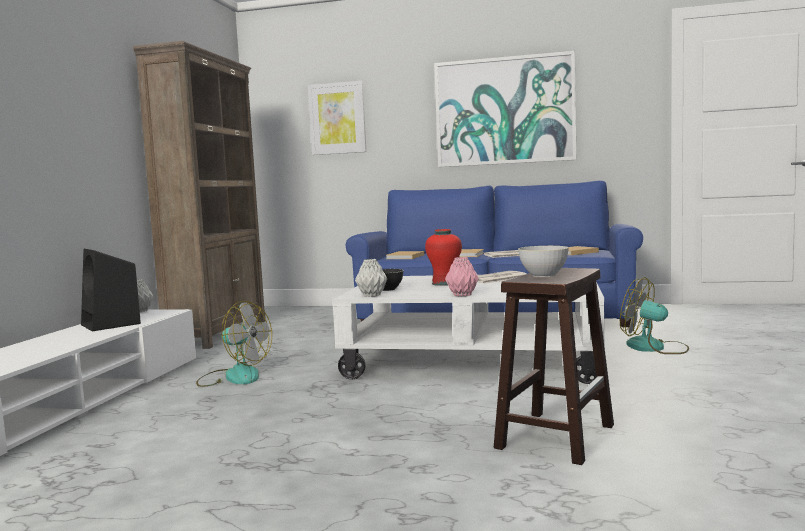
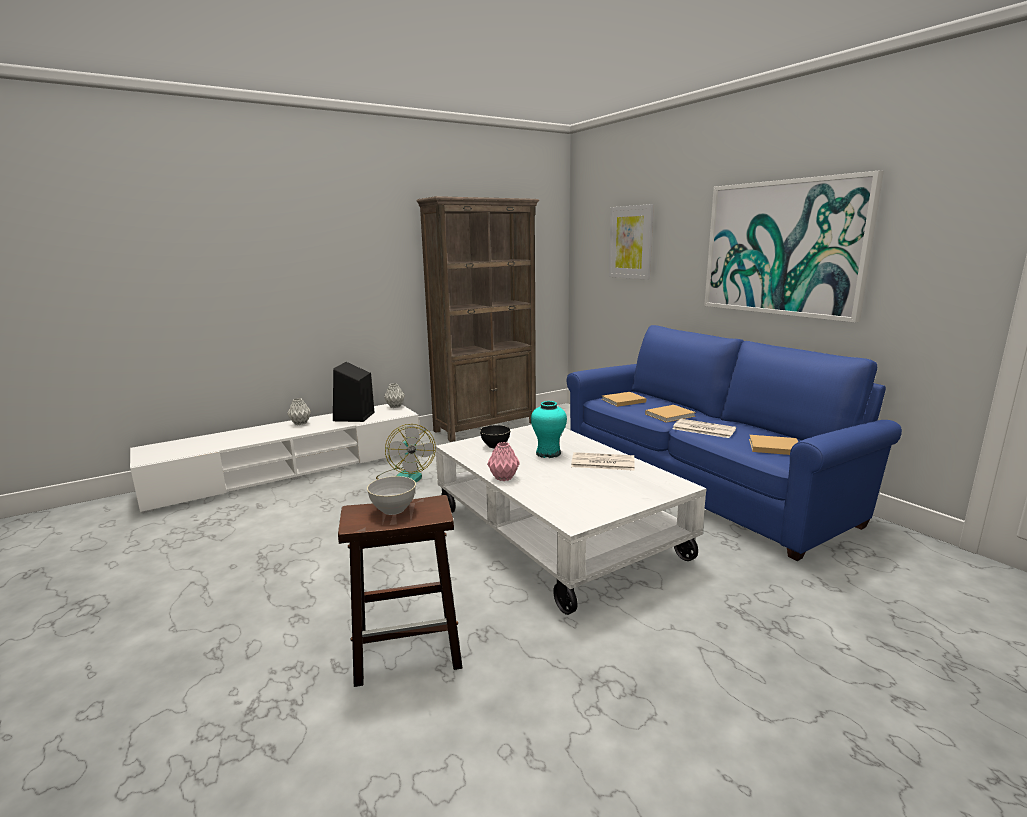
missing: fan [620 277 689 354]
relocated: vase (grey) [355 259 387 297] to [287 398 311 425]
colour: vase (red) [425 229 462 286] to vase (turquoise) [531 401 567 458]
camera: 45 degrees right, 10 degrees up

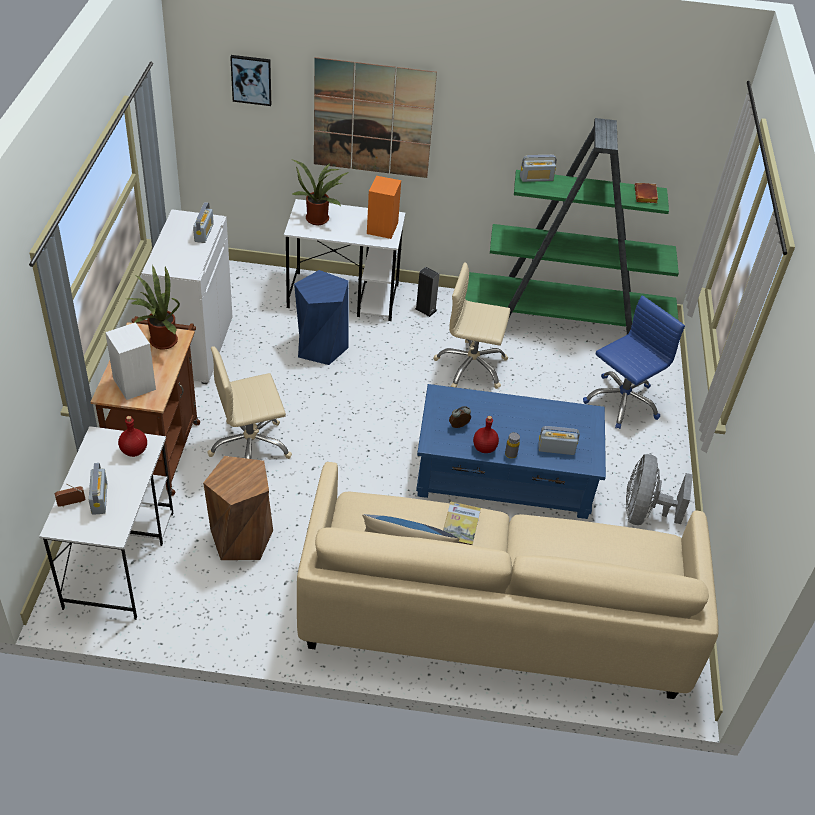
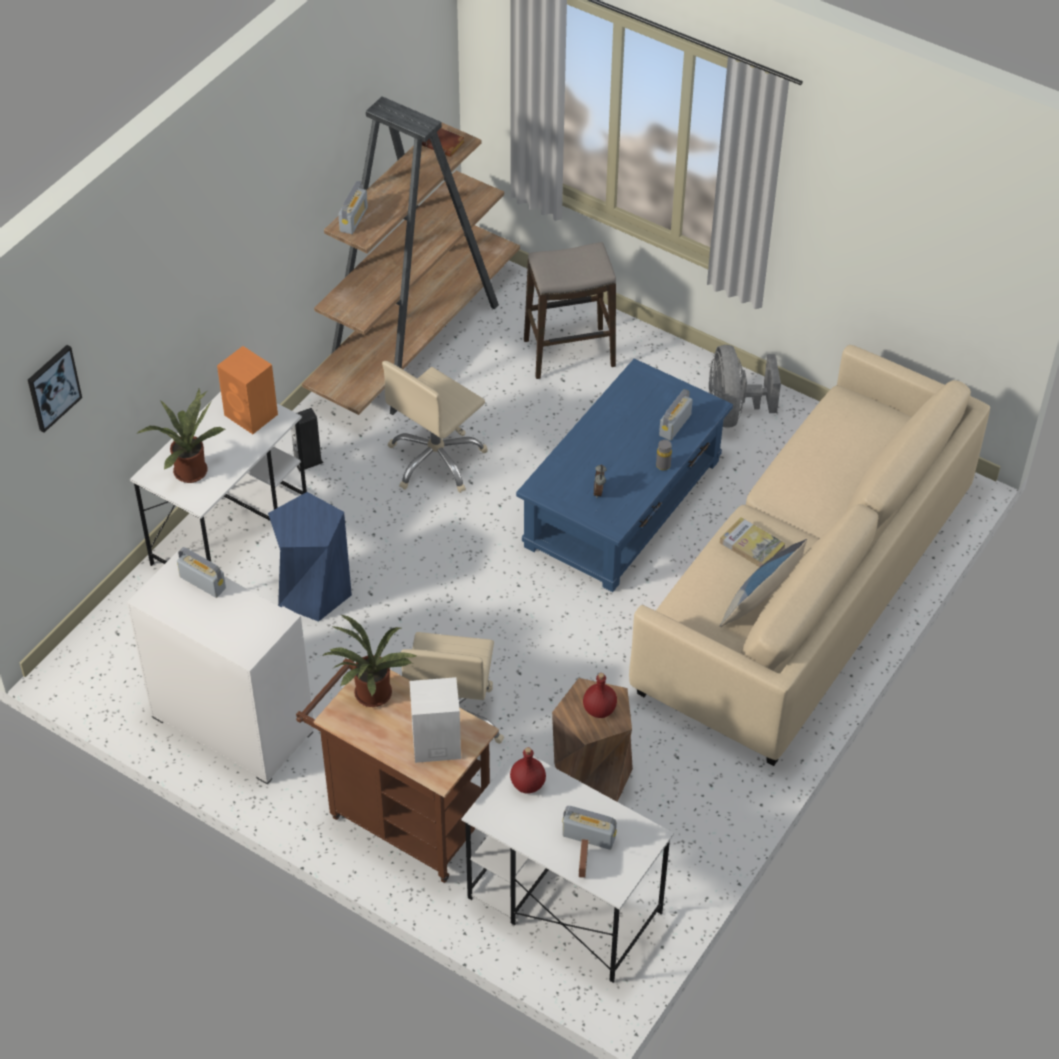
missing: picture [314 57 437 178]
relocated: bottle (red) [473 416 499 453] to [583 673 617 718]
exchanged: office chair (blue) [583 295 685 429] to stool [524 242 616 379]
colour: bookcase (green) [465 118 679 334] to bookcase (brown) [302 96 520 415]
spun: fan (grey) [626 454 693 525] = [709 345 781 428] 45 degrees clockwise
camera: 60 degrees left, 5 degrees up

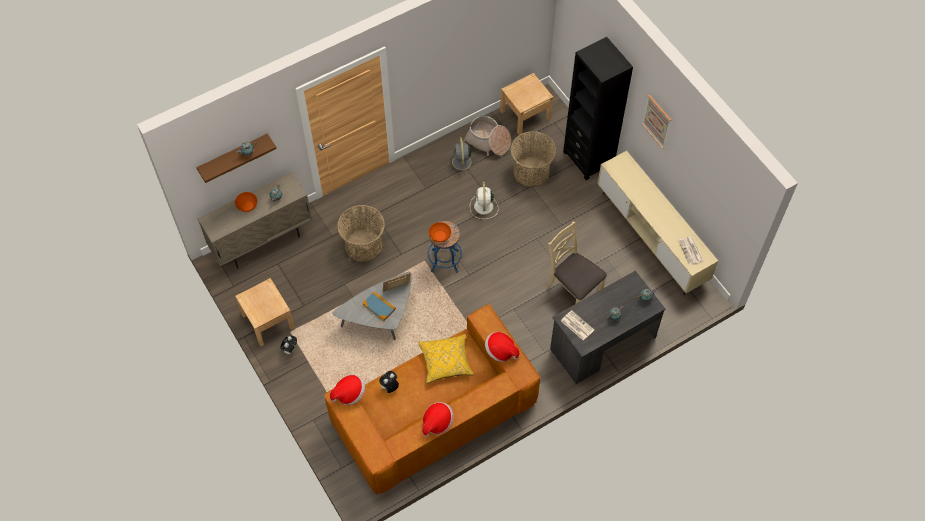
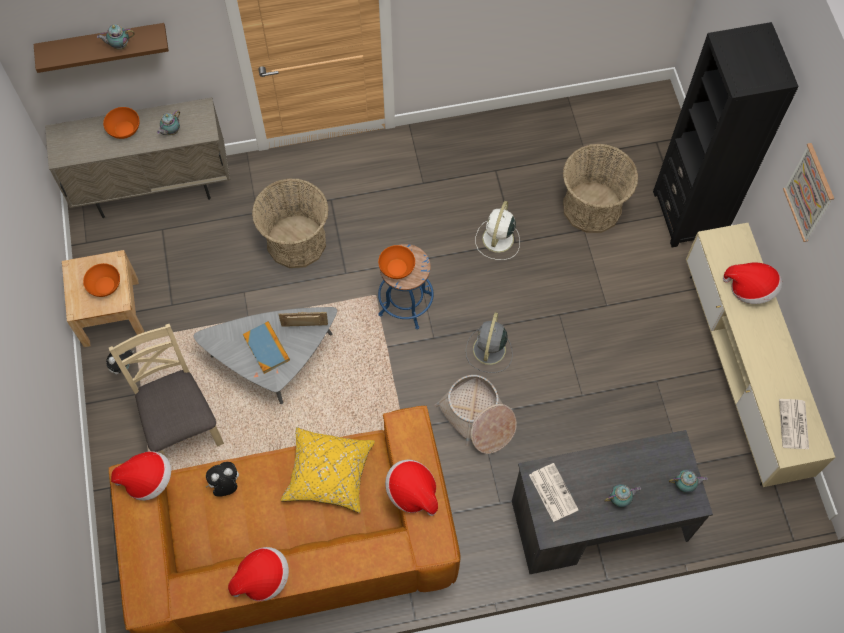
missing: nightstand (beige) [500 73 553 135]
appeared: bowl (orange) [83 263 120 297]; hat [723 262 782 304]
relocated: chair (beige) [546 221 607 304] to [109 324 224 465]; basket [463 116 511 156] to [434 375 517 454]; fan (grey) [448 137 476 174] to [466 312 513 373]
camera: 20 degrees right, 5 degrees up

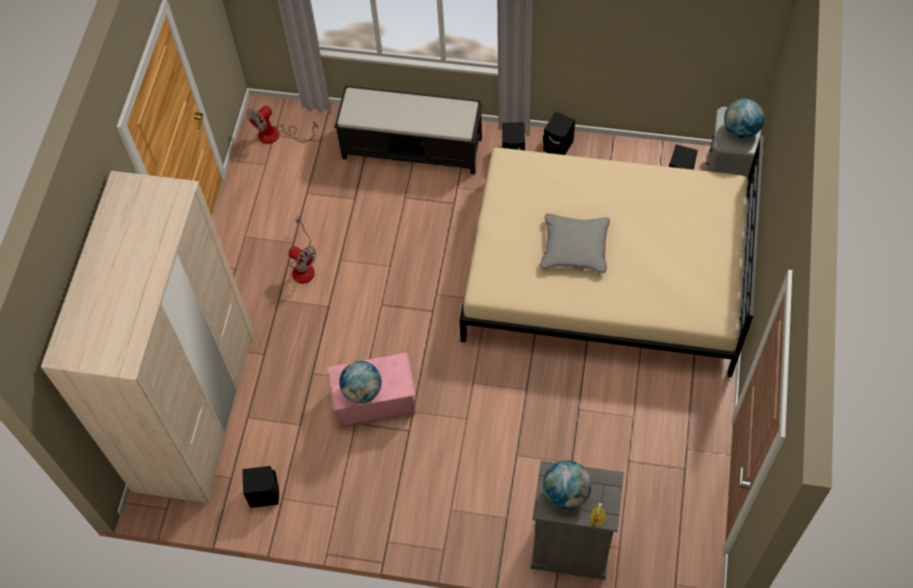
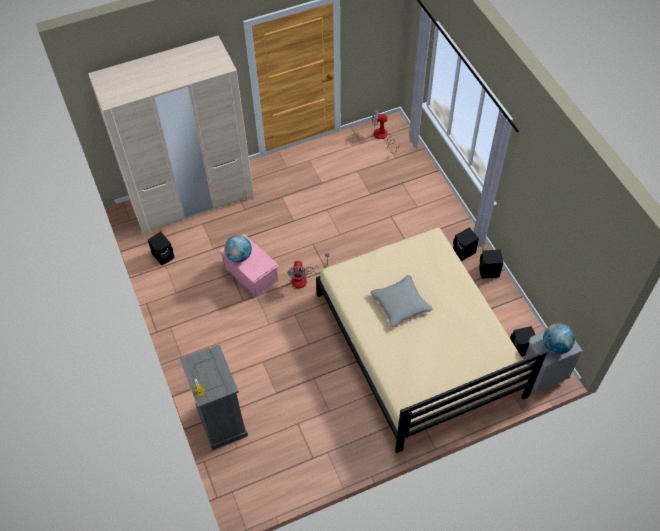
missing: bench (black) [334 85 483 174]; globe [543 461 592 509]
relocated: fan [289 216 316 283] to [288 253 329 288]
camera: 55 degrees right, 5 degrees down

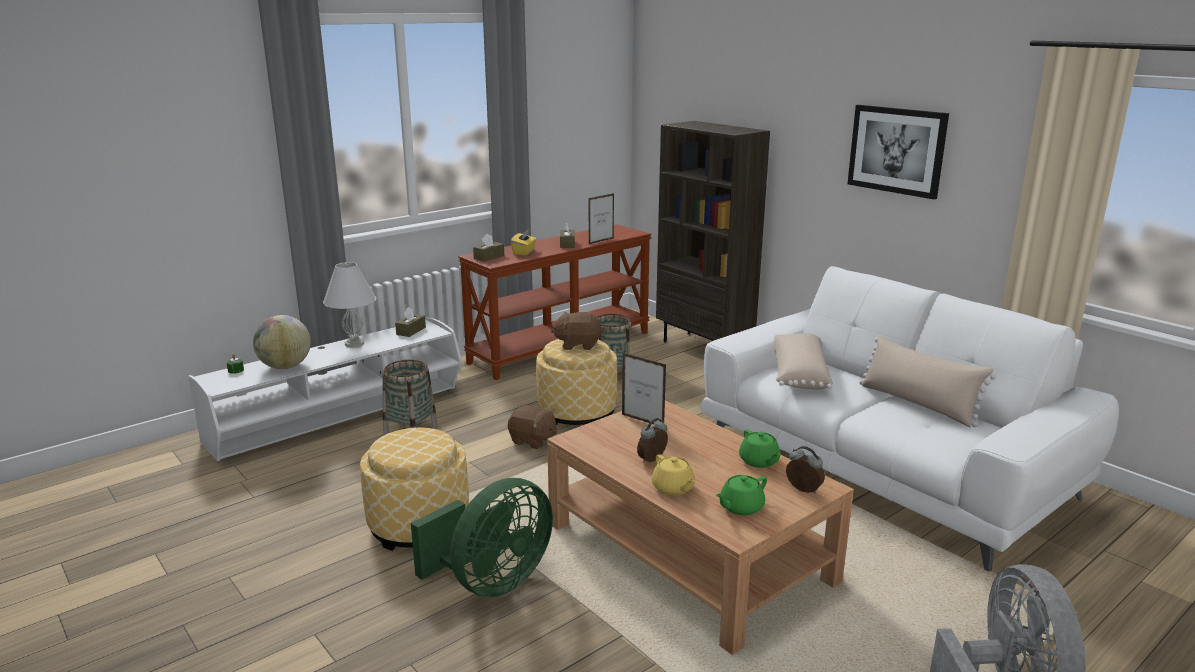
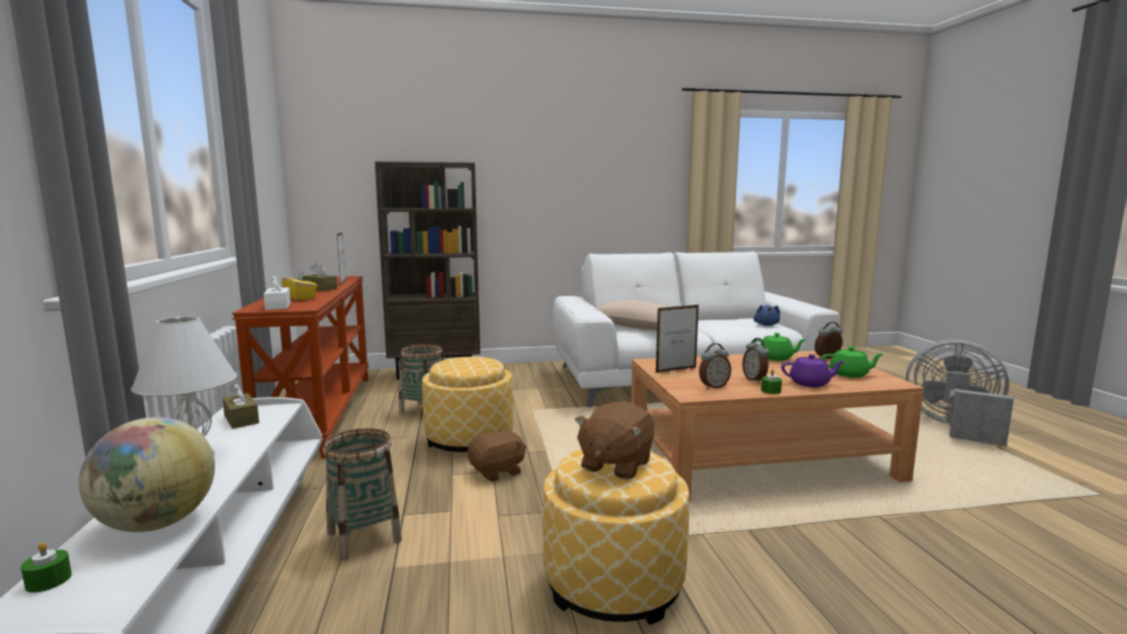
missing: fan (green) [411 478 553 597]; picture [847 105 949 199]; pillow (beige) [859 335 996 427]
appeared: alarm clock [699 343 731 389]; plush toy (blue) [754 305 780 326]; candle (green) [761 369 782 394]
relocated: plush toy (brown) [551 312 602 350] to [575 401 654 480]
colour: tissue box (brown) [473 234 504 262] to tissue box (white) [264 275 291 310]; teapot (yellow) [652 455 695 495] to teapot (purple) [781 354 845 387]
spun: teapot (green) [716 475 767 516] = [822 346 883 378] 75 degrees counterclockwise
camera: 60 degrees left, 10 degrees down

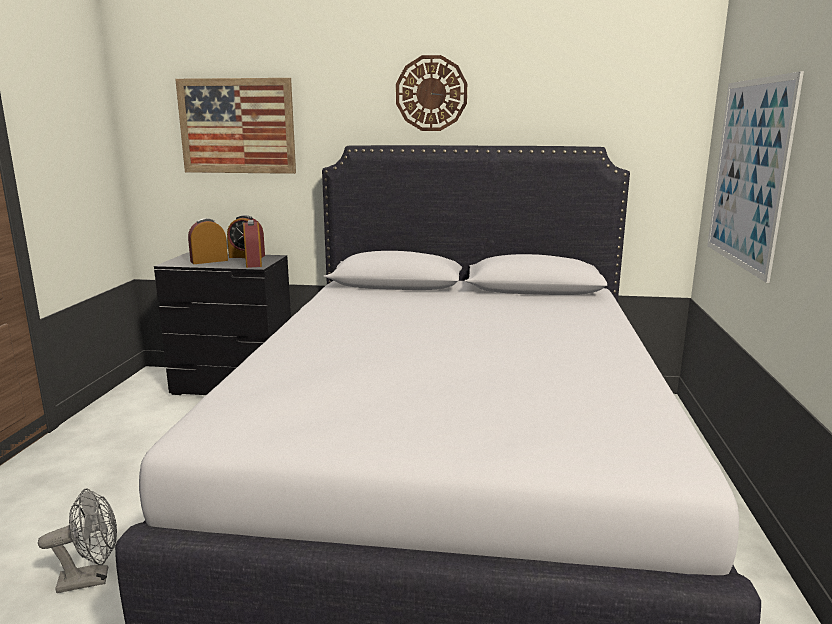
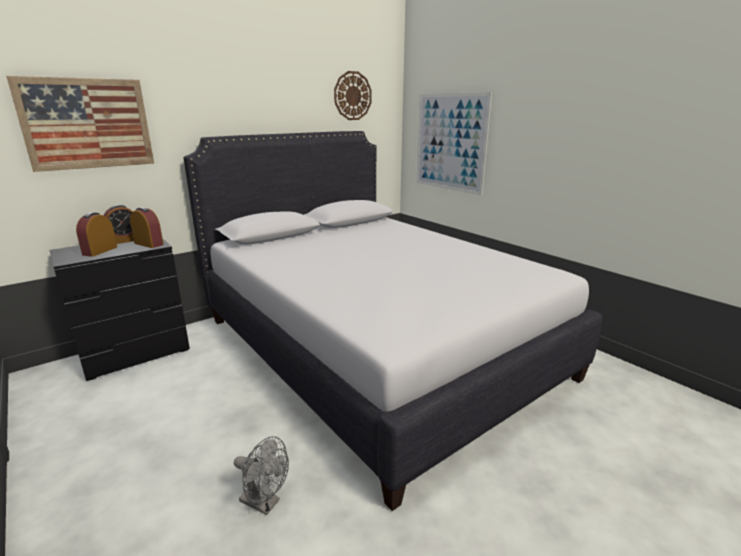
relocated: wall clock [396 55 467 131] to [334 71 372 120]
spun: fan (grey) [38 489 117 593] = [234 436 289 515] 90 degrees clockwise
camera: 45 degrees left, 5 degrees up

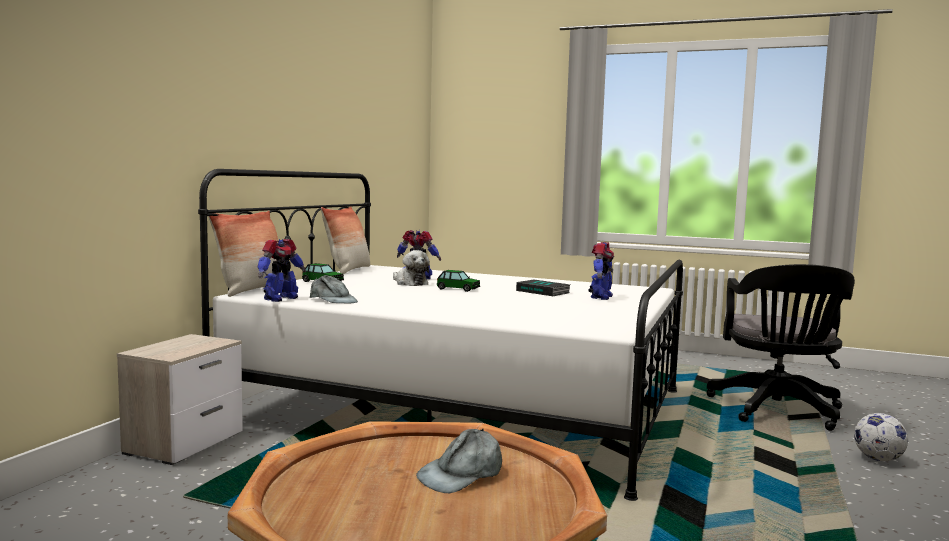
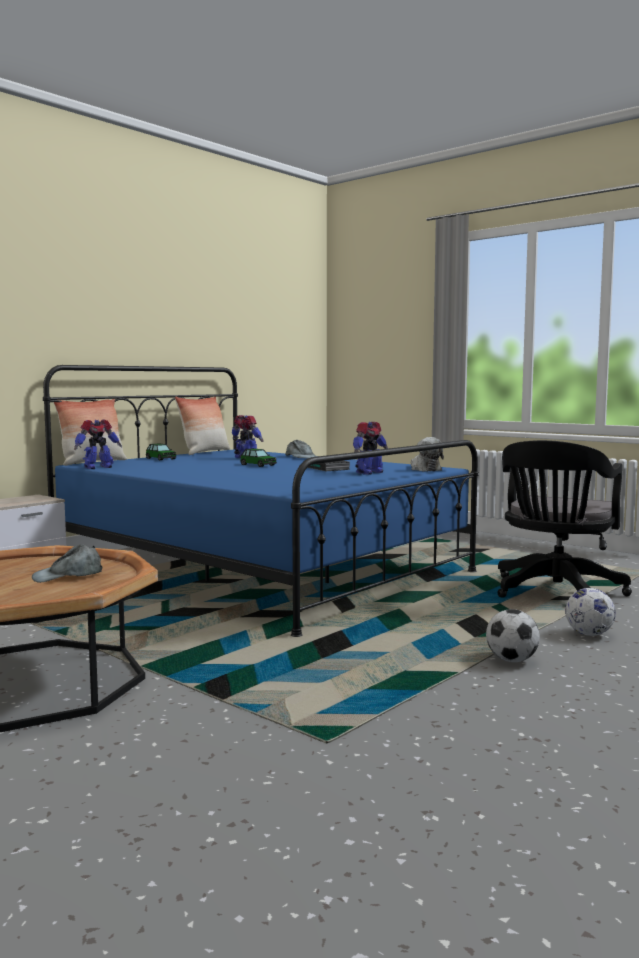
appeared: football [486 609 540 662]
relocated: cap (grey) [310 275 358 304] to [286 440 316 458]; plush toy [393 250 430 286] to [411 437 444 471]
colour: bed (white) [198 169 683 501] to bed (blue) [43 365 479 637]
camera: 20 degrees right, 0 degrees up

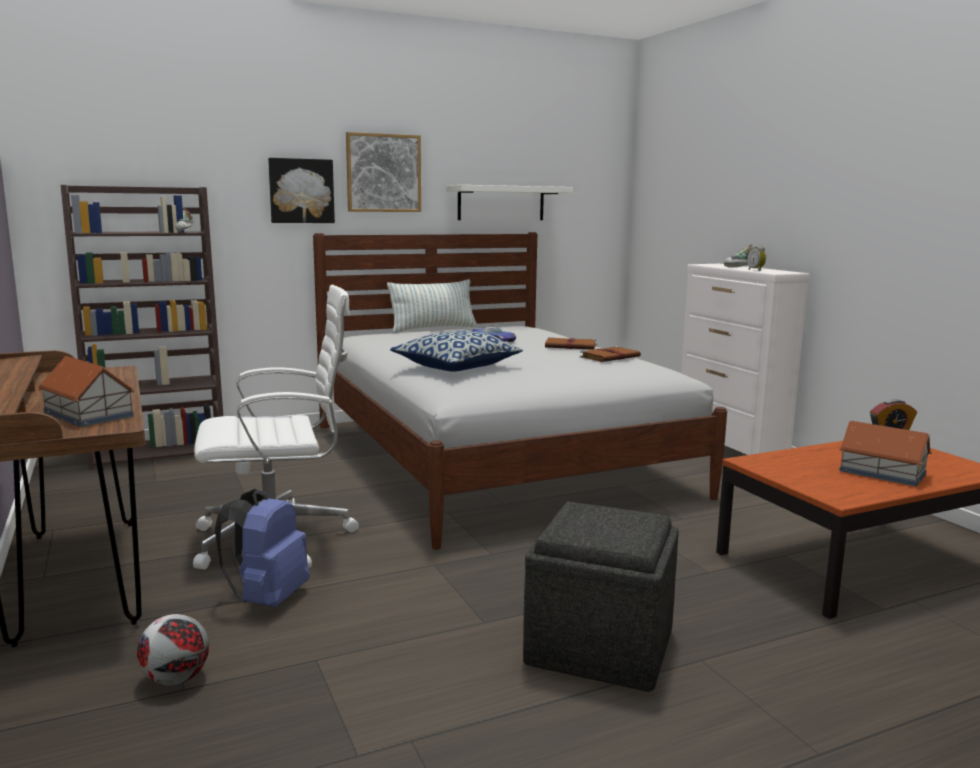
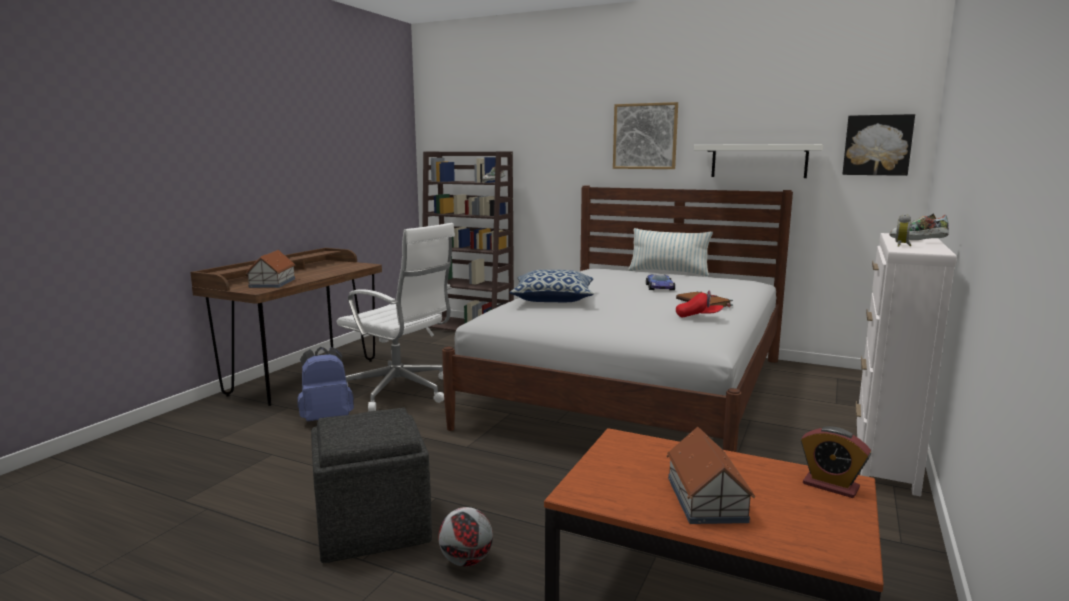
relocated: football [137 614 209 685] to [438 507 493 566]; picture [268 158 335 223] to [843 114 915 176]
exchanged: book (brown) [580 346 641 362] to cap (red) [676 290 724 317]
camera: 50 degrees right, 0 degrees up

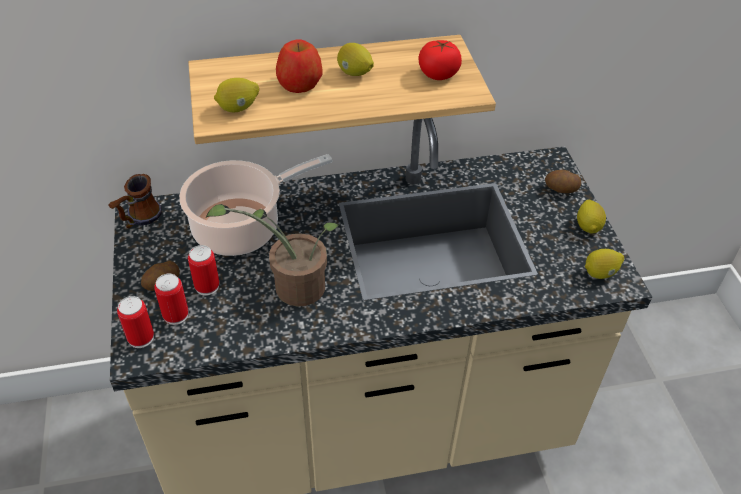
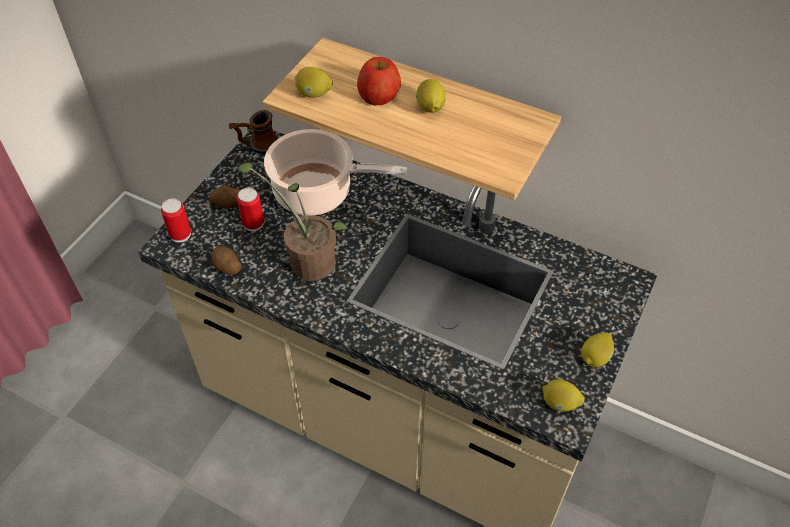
missing: can [154 274 189 325]; tomato [418 40 462 80]
relocated: potato [545 170 581 193] to [211 246 242 275]
camera: 40 degrees right, 5 degrees up

